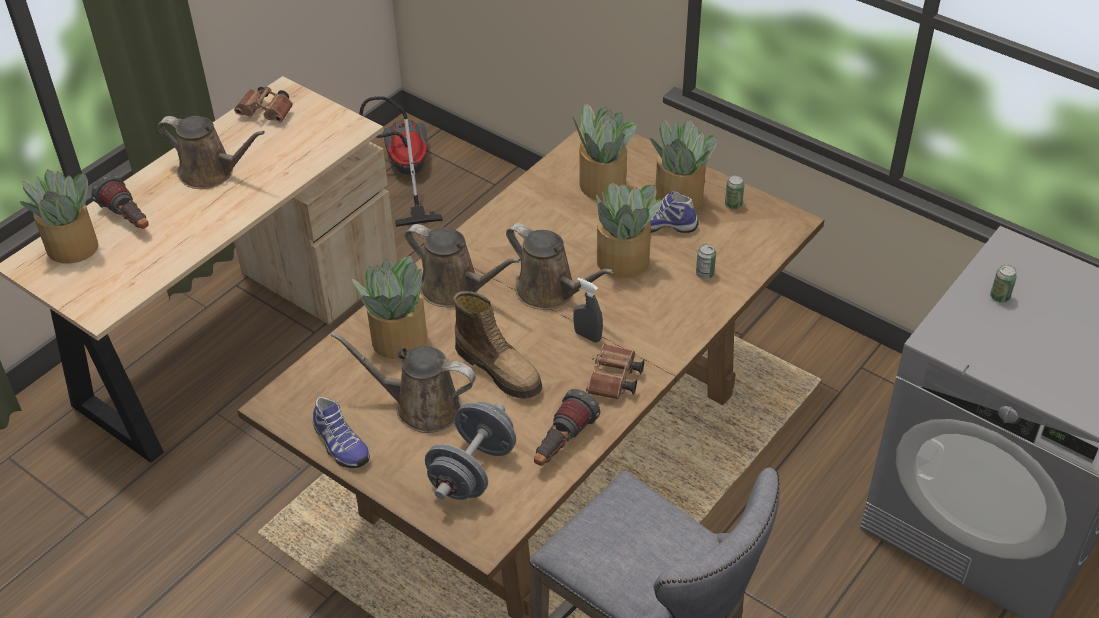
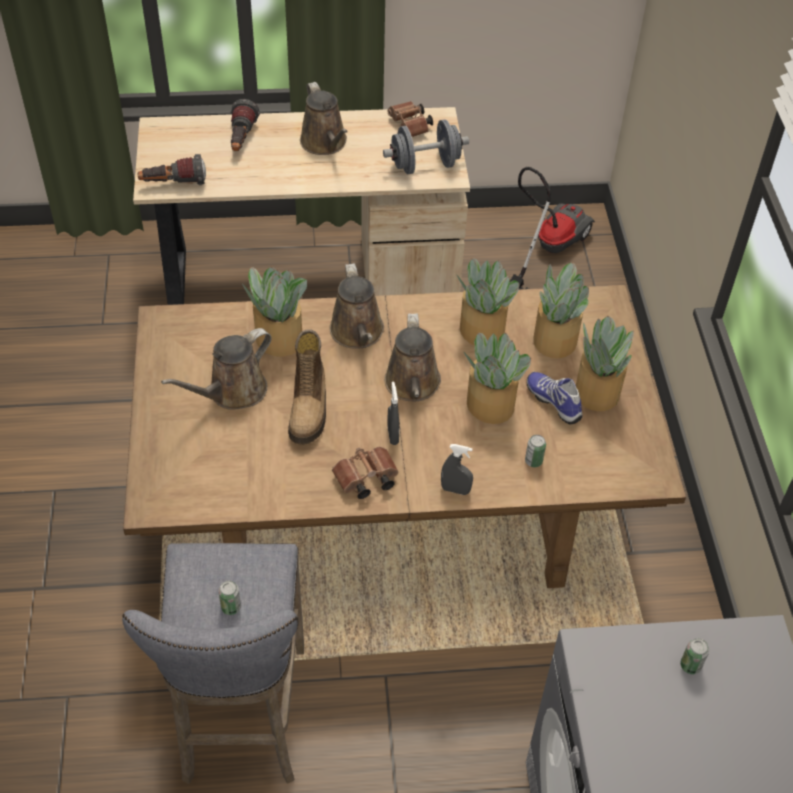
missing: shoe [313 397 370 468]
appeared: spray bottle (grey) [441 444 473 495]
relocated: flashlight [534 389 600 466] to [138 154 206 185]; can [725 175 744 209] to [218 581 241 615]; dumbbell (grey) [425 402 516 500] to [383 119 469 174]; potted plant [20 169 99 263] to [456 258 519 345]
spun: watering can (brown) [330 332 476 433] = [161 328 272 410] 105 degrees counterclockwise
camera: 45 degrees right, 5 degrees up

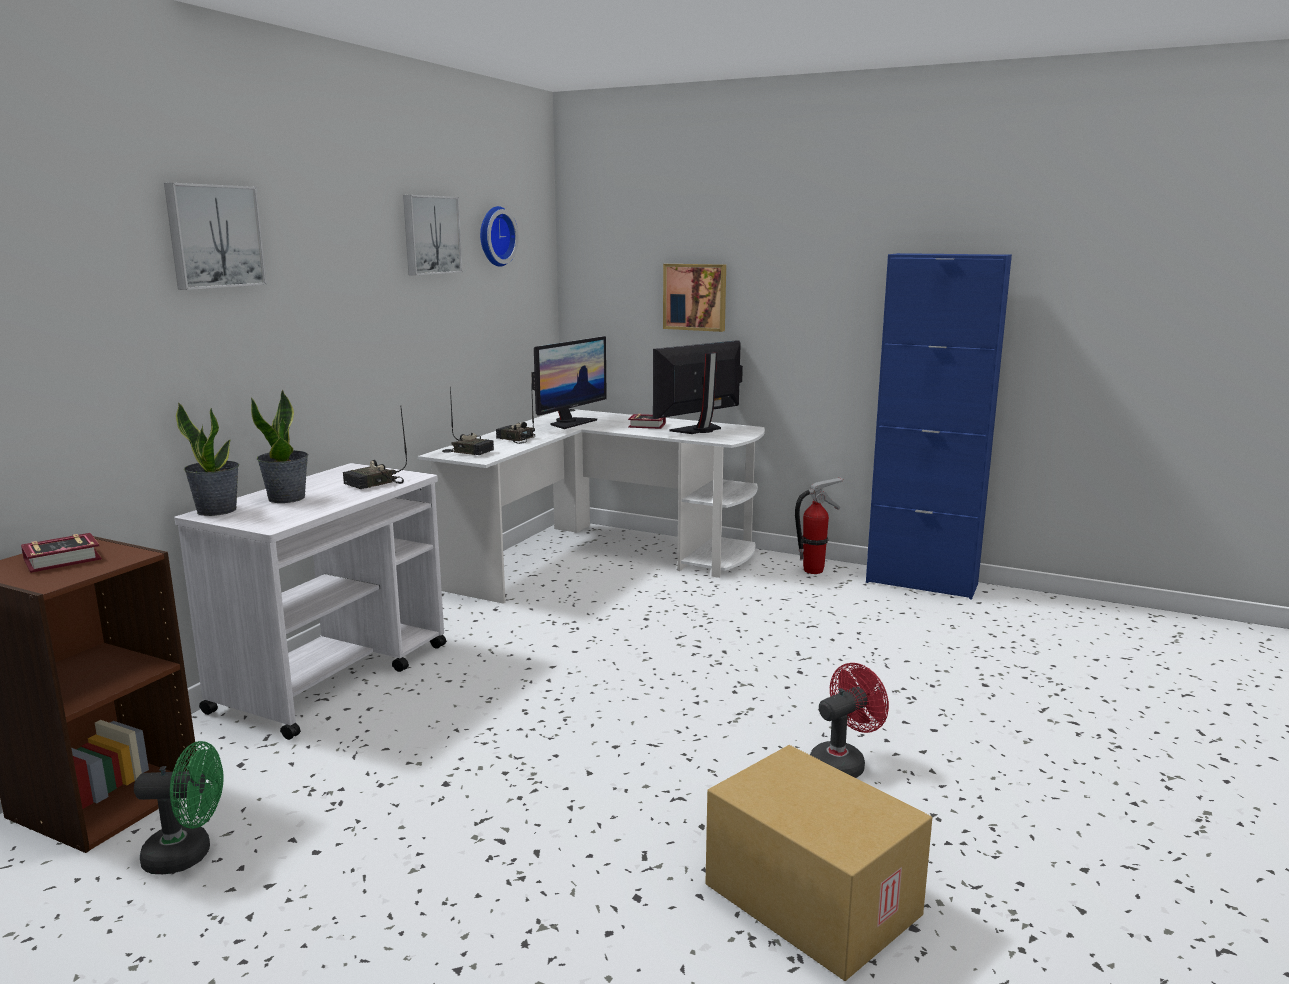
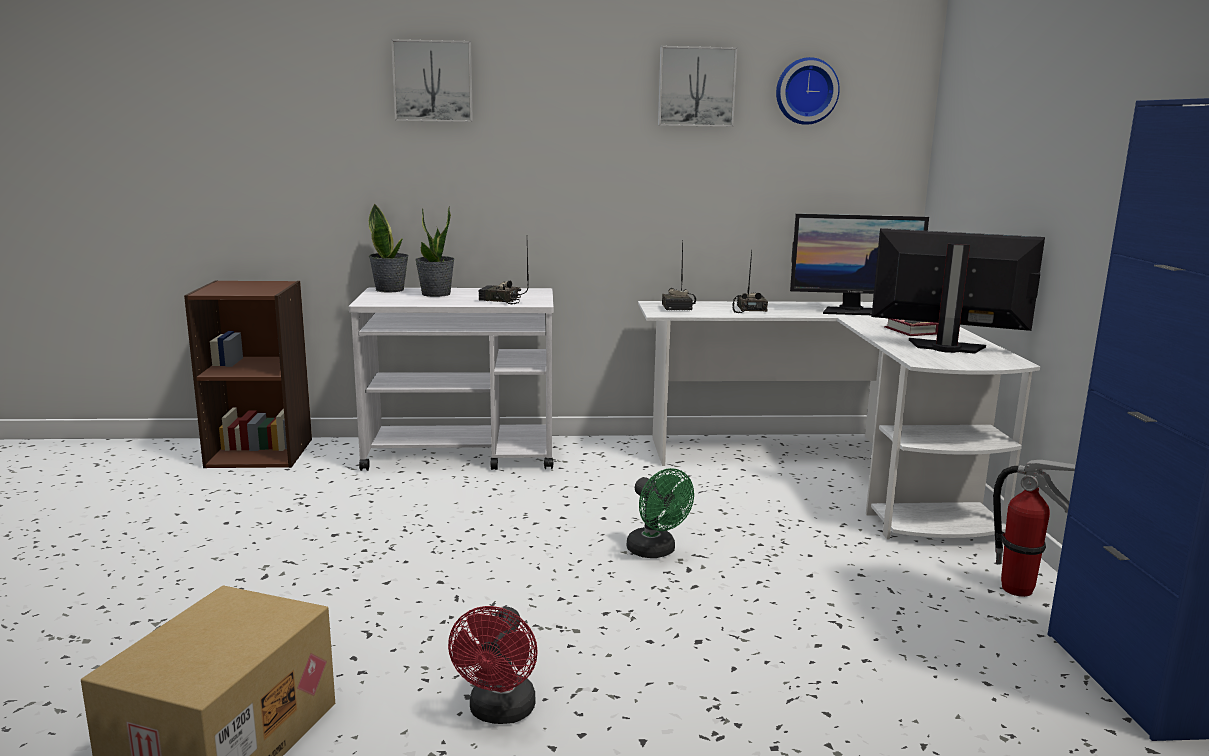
missing: book [21 533 102 573]; picture [663 264 726 332]
relocated: fan (green) [134 741 224 874] to [627 468 694 558]
spun: fan (red) [810 663 889 778] = [448 606 537 724] 75 degrees clockwise
camera: 60 degrees right, 0 degrees up

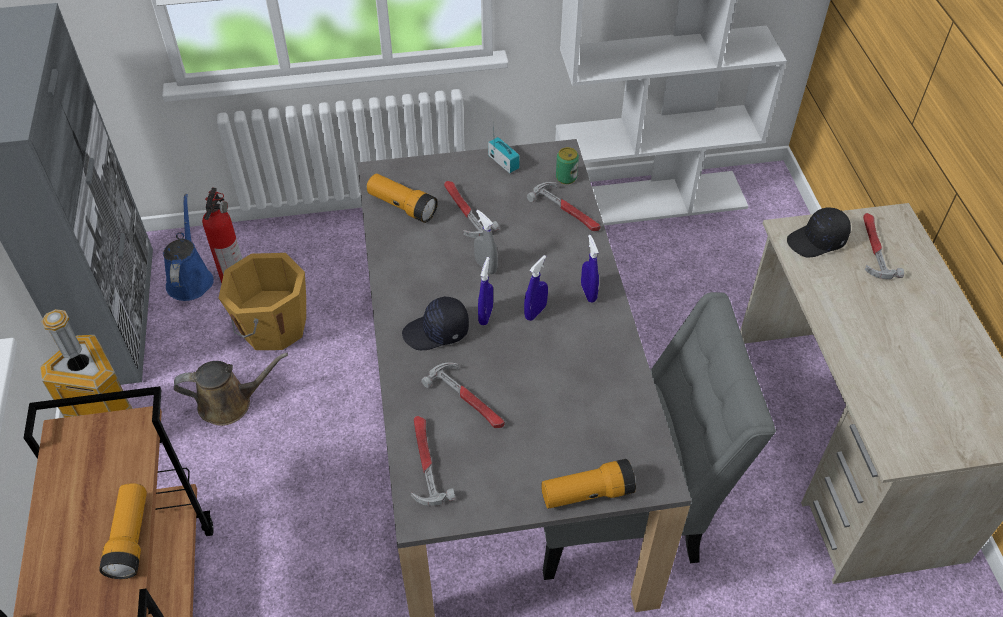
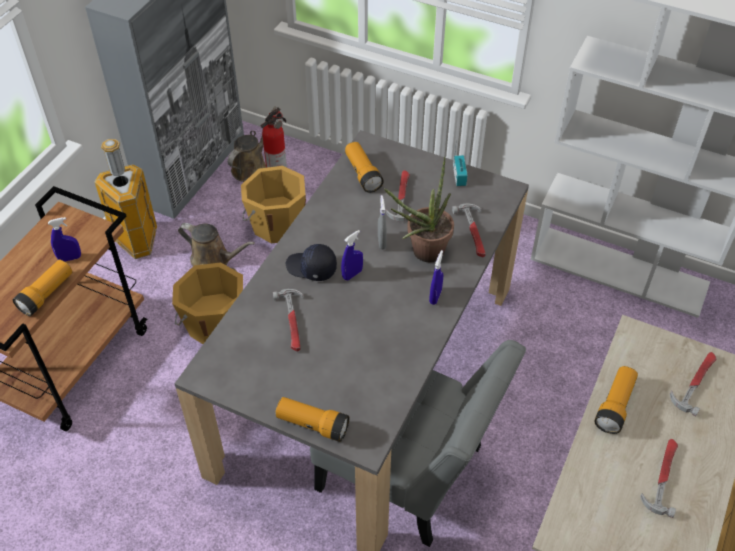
missing: can [556 147 579 184]; cap (black) [787 207 851 257]
appeared: bucket (orange) [172 263 243 344]; potted plant [384 156 454 262]; flashlight [594 366 638 434]
relocated: spray bottle (blue) [524 255 548 321] to [48 217 81 261]; hammer [411 416 455 506] to [640 439 678 518]
colour: watering can (blue) [163 194 214 301] to watering can (brown) [228 106 277 182]
camera: 35 degrees right, 0 degrees up

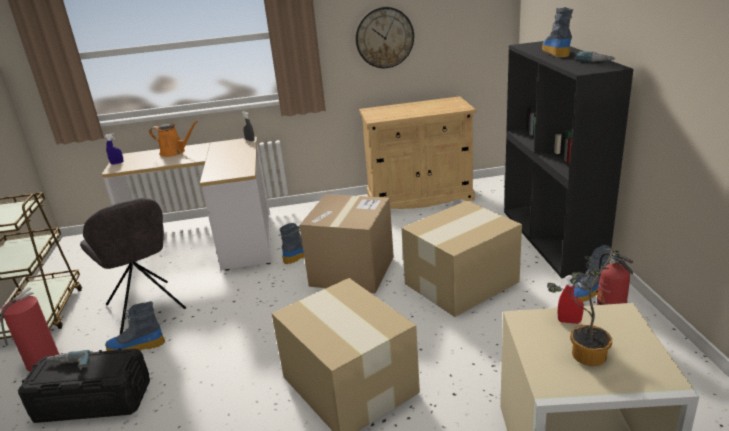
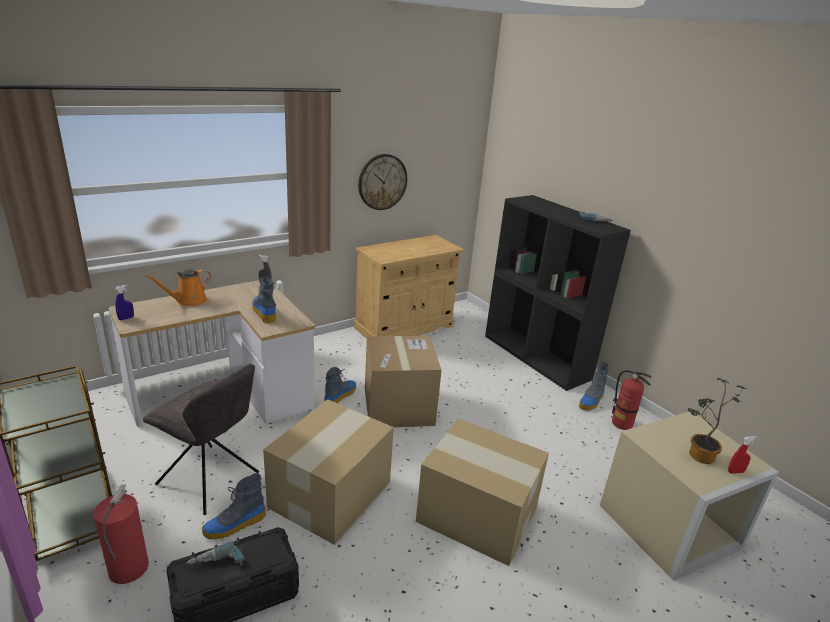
relocated: boot [542 7 574 57] to [252 277 276 323]; cardboard box [401 201 522 317] to [263 399 394 545]; spray bottle (red) [558 275 584 324] to [728 436 757 474]
spun: watering can (orange) [149 121 198 157] = [145 269 211 306] 150 degrees clockwise
camera: 30 degrees left, 0 degrees up

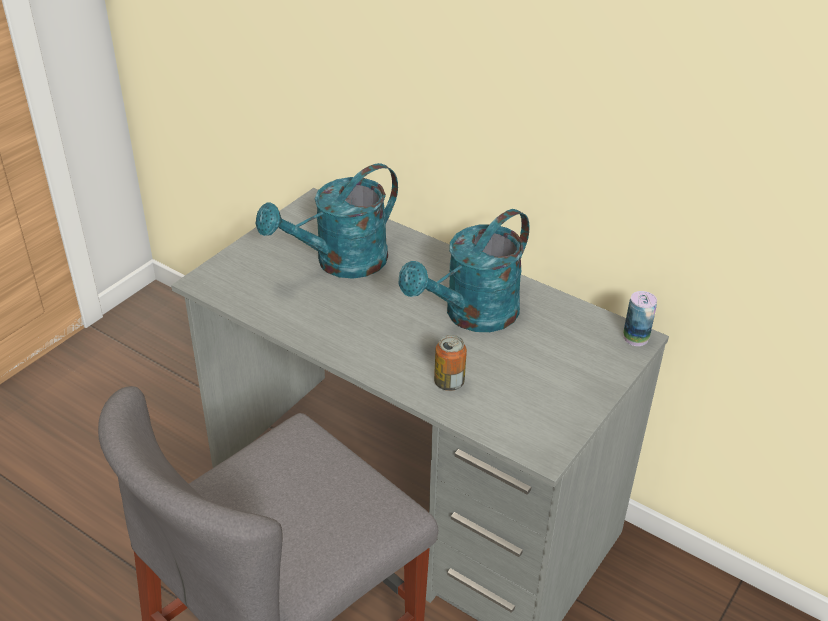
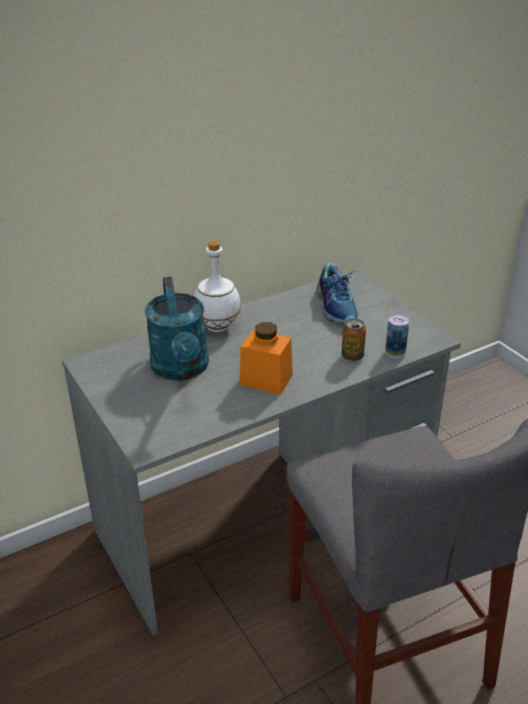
missing: watering can (turquoise) [399 209 530 332]
appeared: bottle (white) [194 241 241 332]; jar (orange) [240 322 293 395]; shoe [316 263 359 322]
relocated: can [623 291 657 346] to [385 315 409 359]
camera: 65 degrees left, 5 degrees down

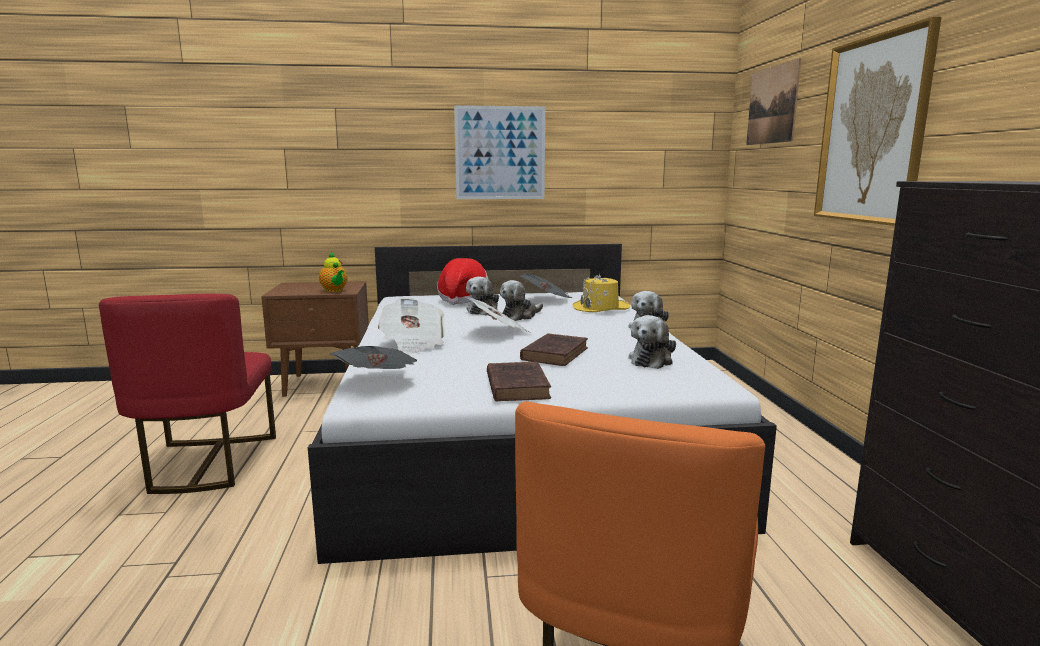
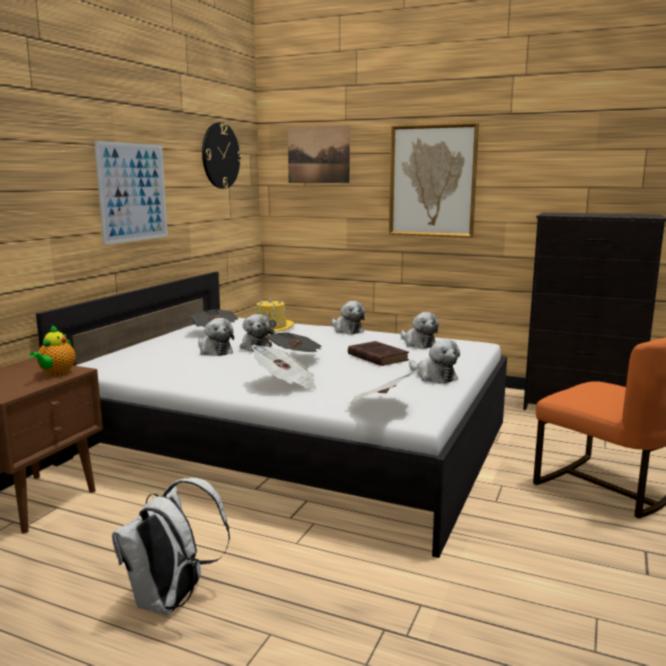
missing: hat [437 258 489 305]
appeared: wall clock [202 122 242 189]
exchanged: chair (red) [99 294 276 494] to backpack (white) [112 478 230 615]; book (brown) [487 362 551 402] to plush toy [409 339 460 383]
spun: teapot [319 251 348 292] = [30 325 76 376] 105 degrees clockwise
camera: 60 degrees left, 0 degrees up

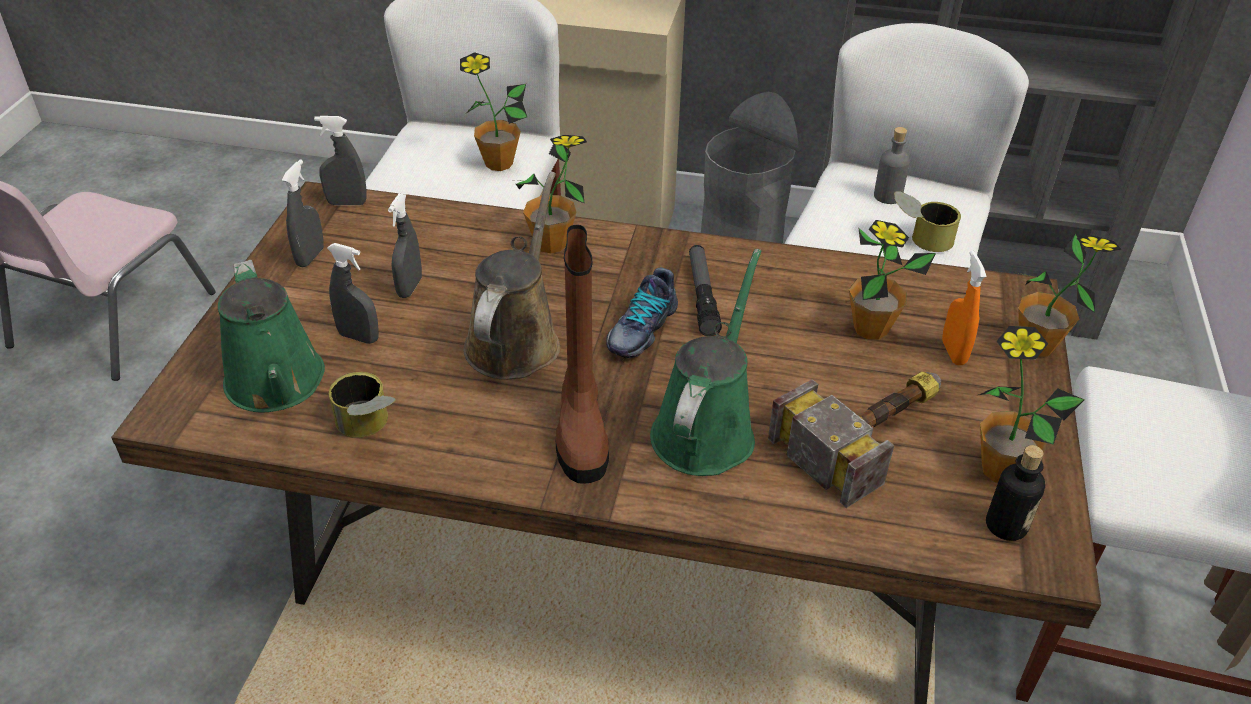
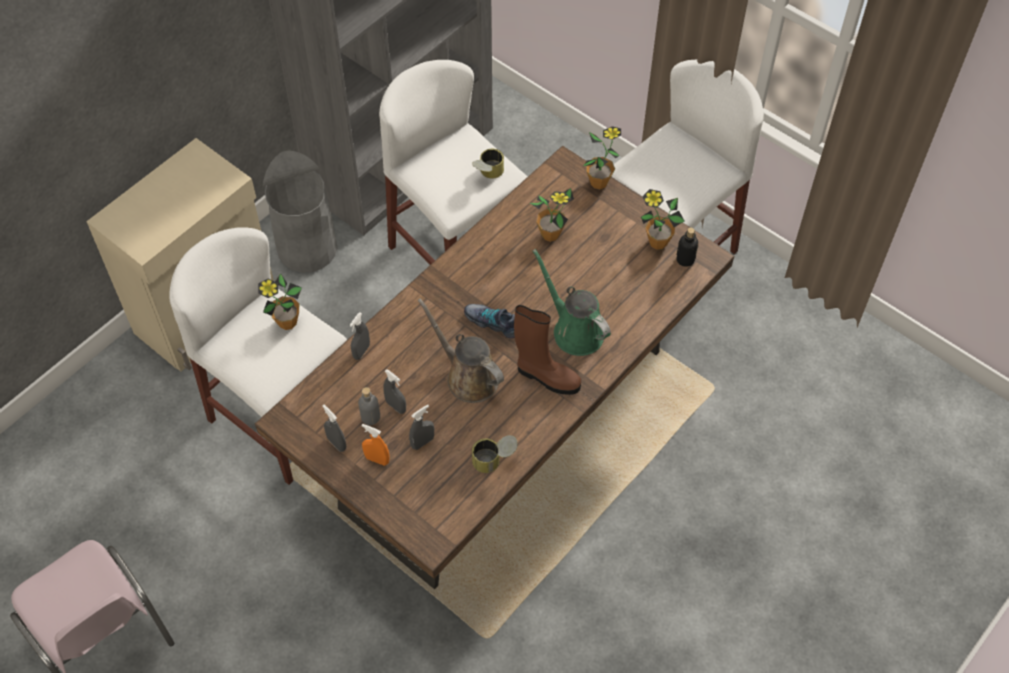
missing: watering can (green) [218 260 325 412]; potted plant [514 135 587 253]; flashlight [689 245 722 336]; hammer [768 372 941 508]
relocated: spray bottle (grey) [314 116 366 205] to [350 312 370 360]; bottle (grey) [874 127 910 204] to [358 387 380 425]; spray bottle (orange) [942 251 987 365] to [362 424 389 466]
spun: shoe [606 268 678 359] = [464 304 515 338] 150 degrees clockwise
camera: 60 degrees left, 15 degrees up

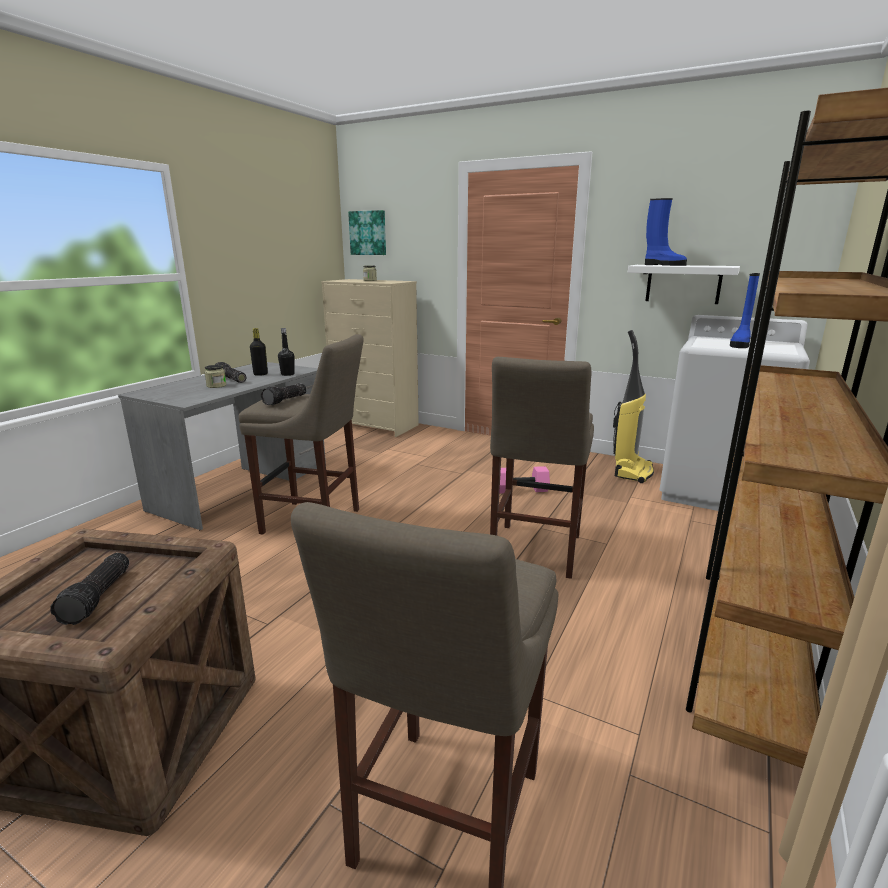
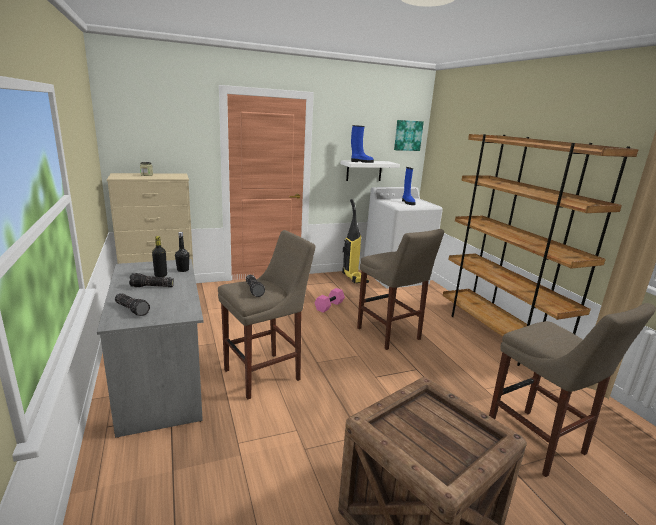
missing: jar [204 365 226 388]
relocated: flashlight [50 553 129 625] to [115 293 150 316]; picture [348 210 386 255] to [394 120 424 151]
camera: 50 degrees left, 0 degrees up

